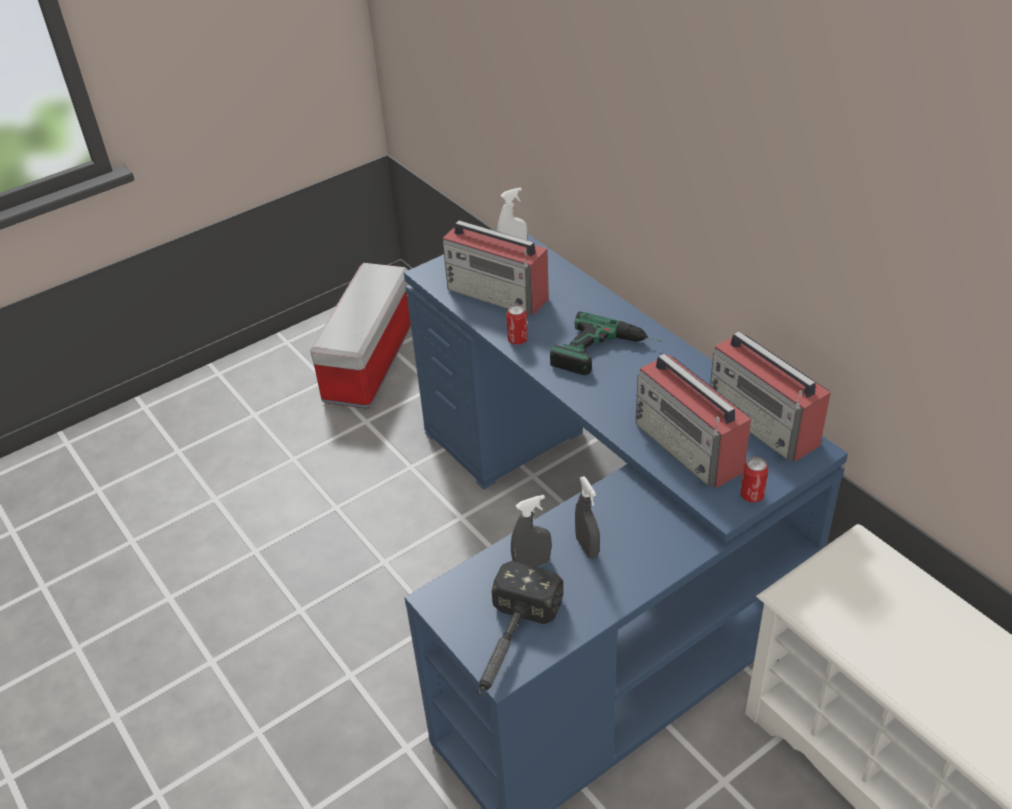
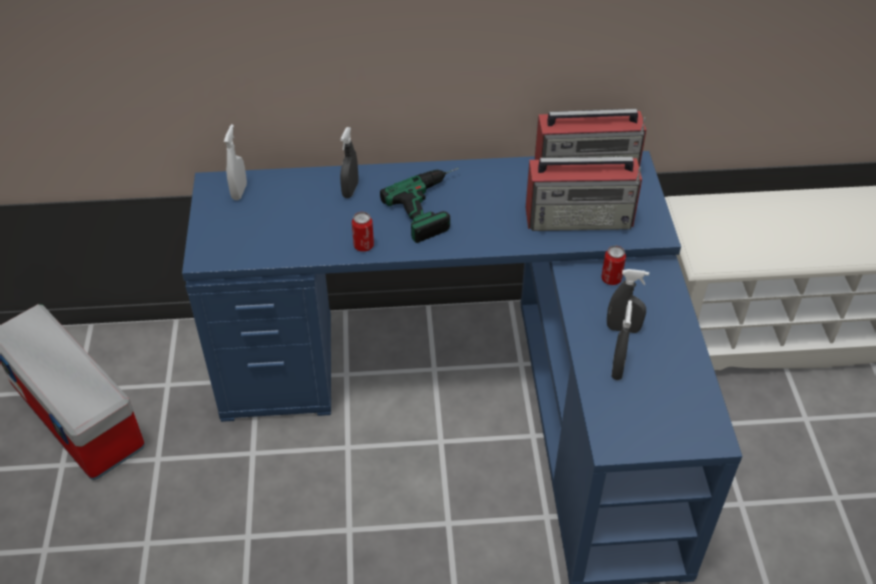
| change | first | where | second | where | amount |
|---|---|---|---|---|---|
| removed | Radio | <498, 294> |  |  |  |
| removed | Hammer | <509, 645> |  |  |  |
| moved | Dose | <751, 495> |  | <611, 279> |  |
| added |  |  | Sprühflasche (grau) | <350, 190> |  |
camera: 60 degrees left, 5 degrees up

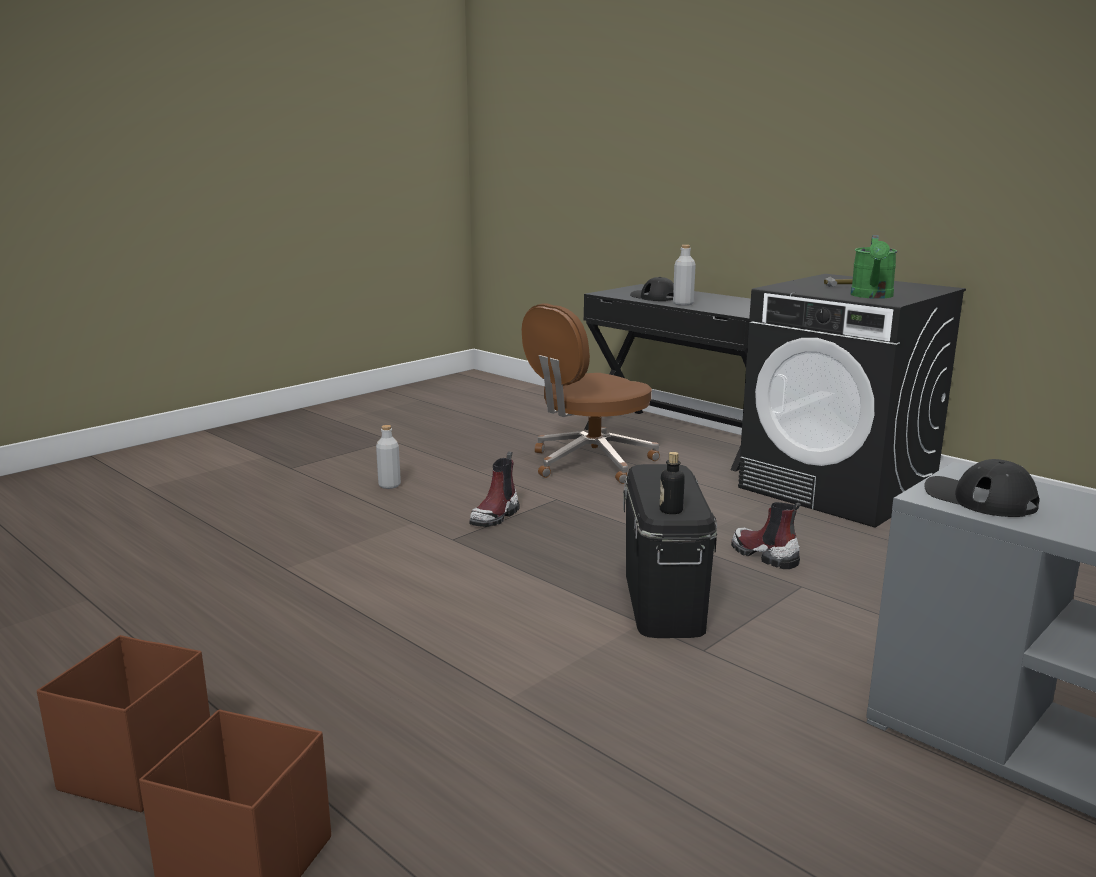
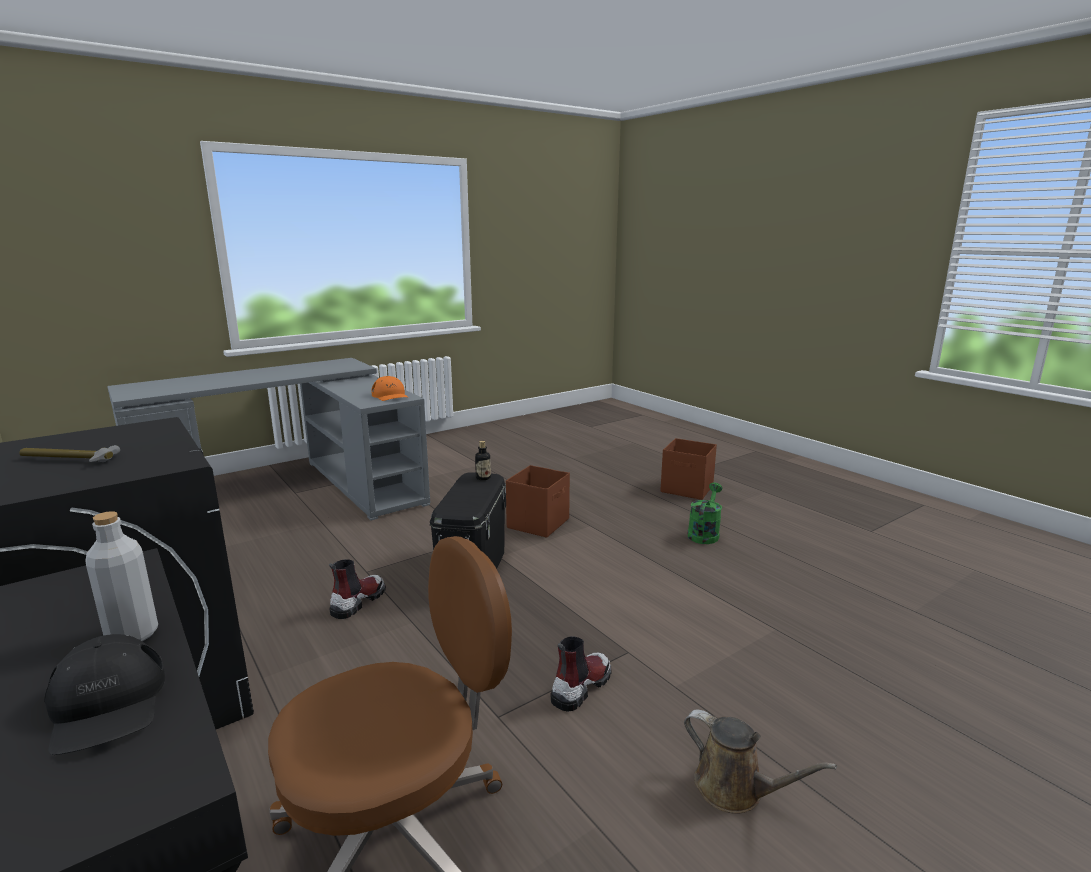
| change | first | where | second | where | amount |
|---|---|---|---|---|---|
| moved | Aufbewahrungsbox (braun) | <135, 769> |  | <539, 523> |  |
| replaced | Flasche (grau) | <389, 485> | Gießkanne (braun) | <735, 789> |  |
| turned | Stiefel | <764, 555> |  | <358, 602> | 120 degrees counterclockwise |
| moved | Gießkanne (grün) | <872, 296> |  | <704, 533> |  |
| recoloured | Kappe (schwarz) | <979, 498> | Kappe (orange) | <390, 396> |  |
camera: 170 degrees left, 0 degrees up

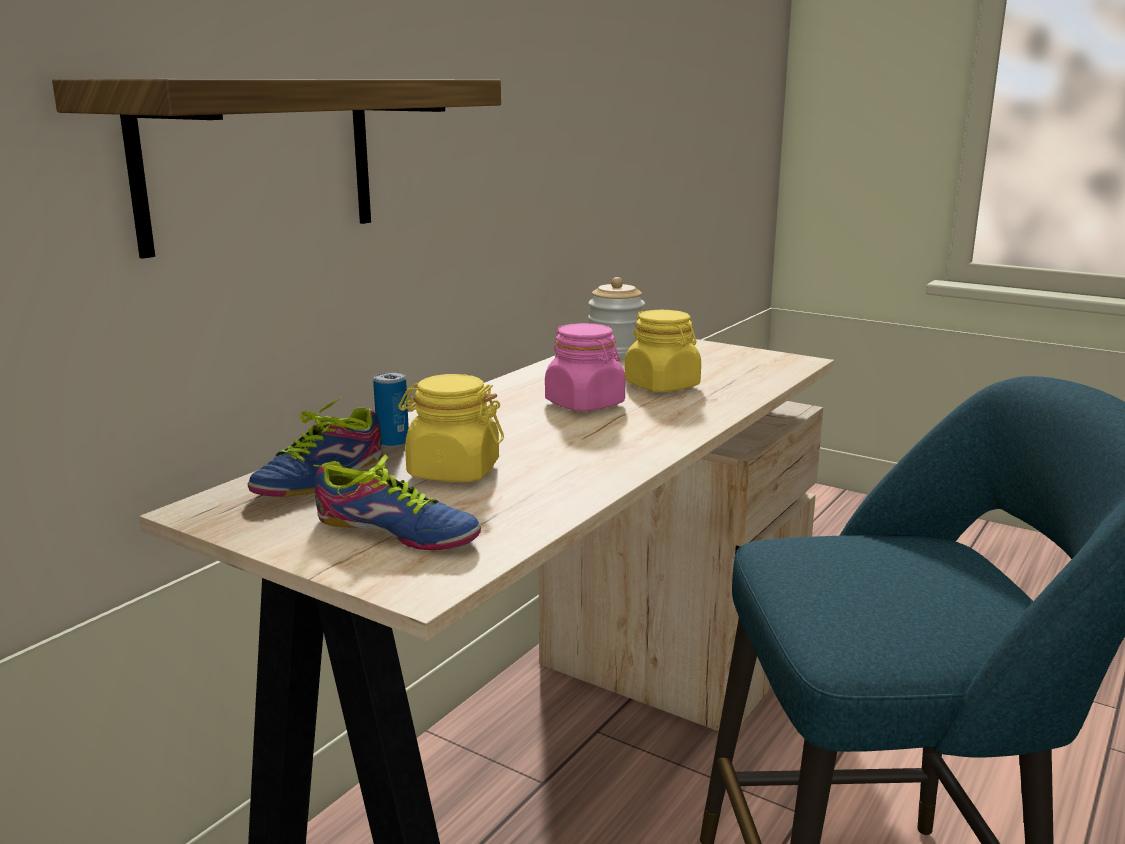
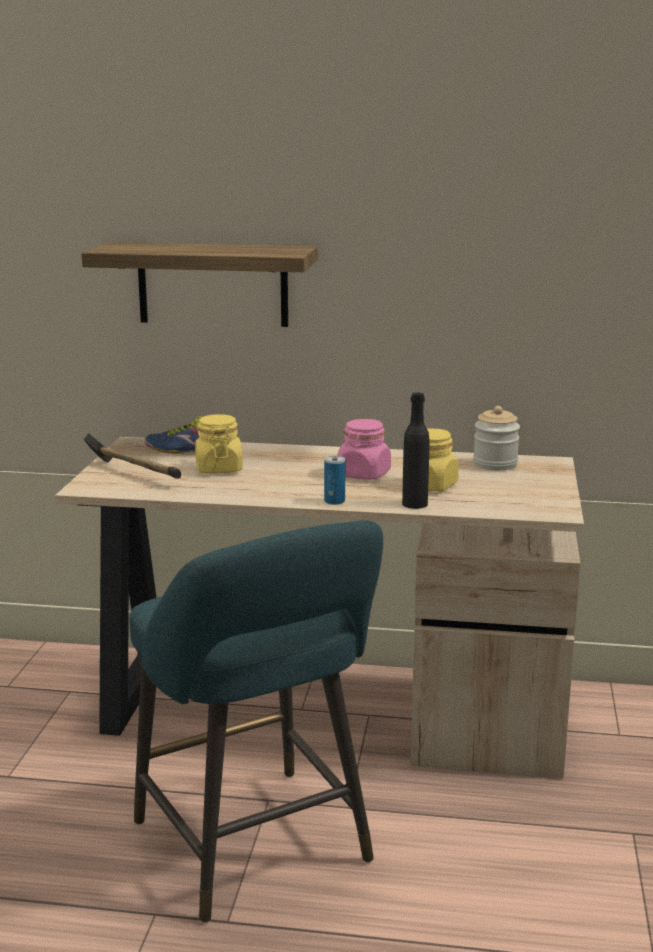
| change | first | where | second | where | amount |
|---|---|---|---|---|---|
| replaced | Schuh | <394, 534> | Hammer | <133, 474> |  |
| moved | Dose | <393, 442> |  | <334, 501> |  |
| added |  |  | Flasche (schwarz) | <414, 504> |  |
camera: 65 degrees right, 0 degrees up

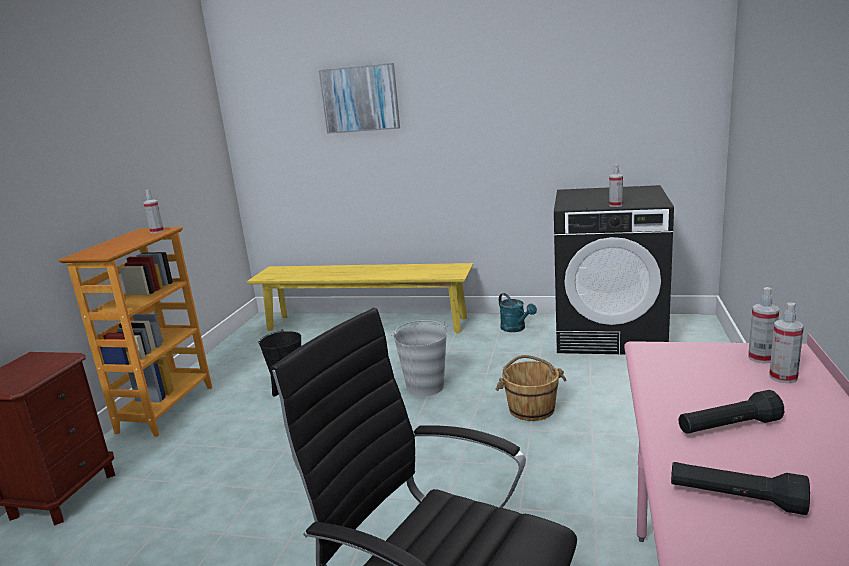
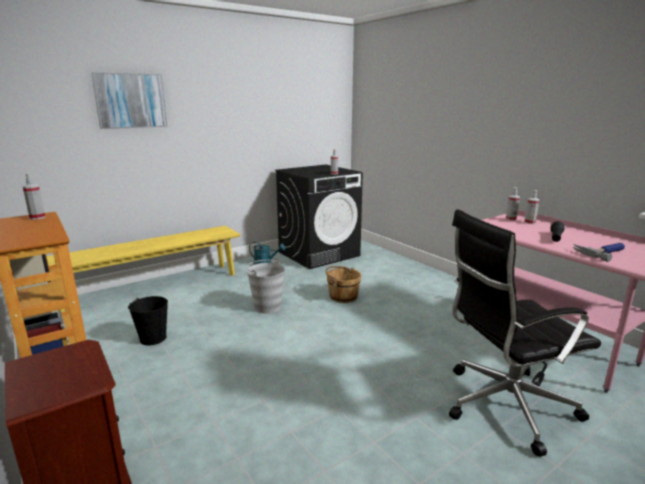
| change | first | where | second | where | amount |
|---|---|---|---|---|---|
| replaced | Taschenlampe (schwarz) | <735, 499> | Hammer | <602, 252> |  |
camera: 50 degrees left, 0 degrees up

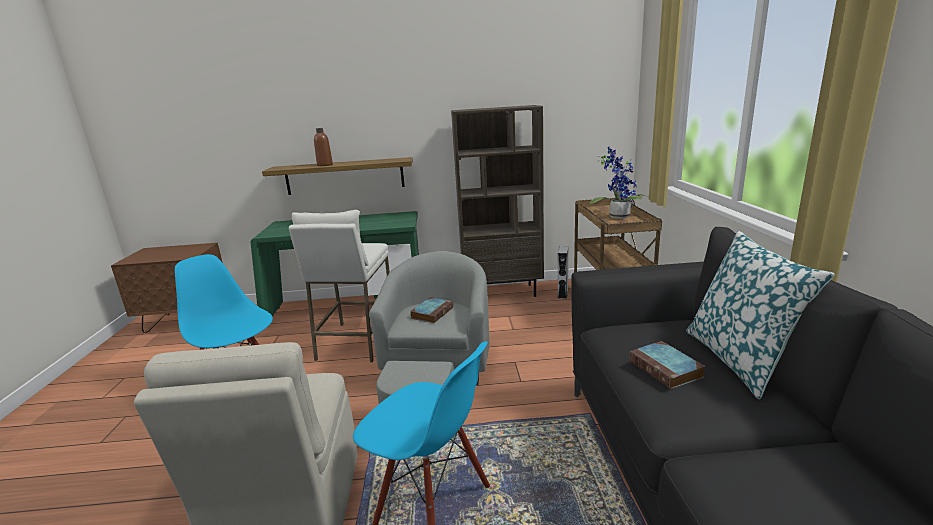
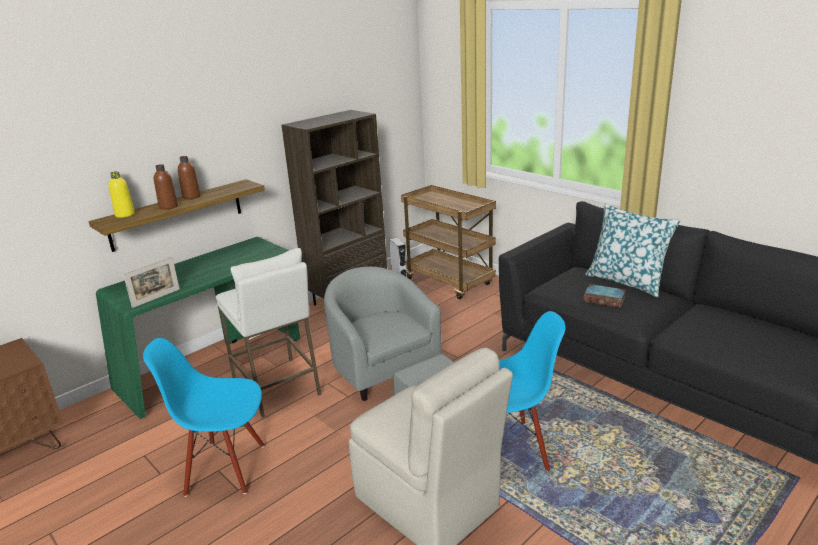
| change | first | where | second | where | amount |
|---|---|---|---|---|---|
| removed | Buch | <432, 312> |  |  |  |
| removed | Topfpflanze | <617, 216> |  |  |  |
| added |  |  | Flasche (gelb) | <125, 214> |  |
| added |  |  | Bilderrahmen | <156, 298> |  |
| added |  |  | Flasche (braun) | <191, 197> |  |
camera: 40 degrees left, 5 degrees up

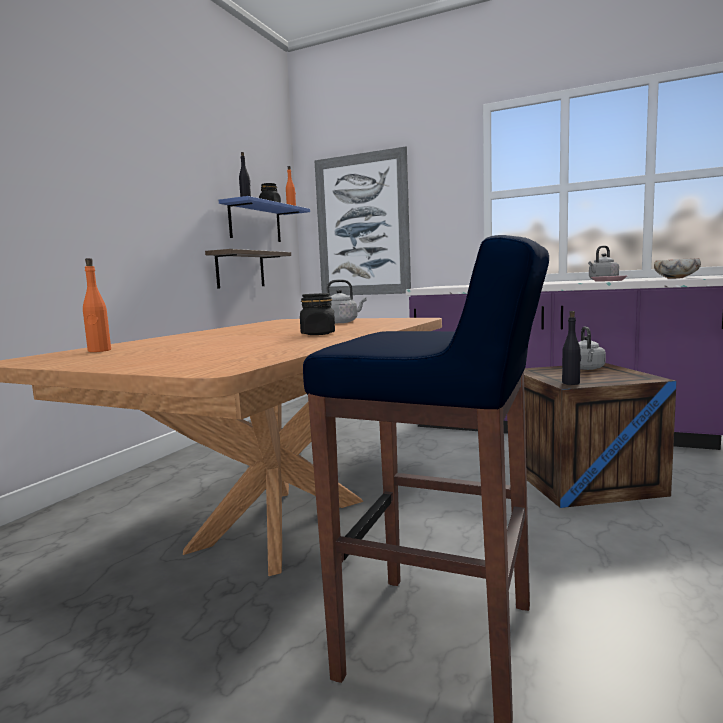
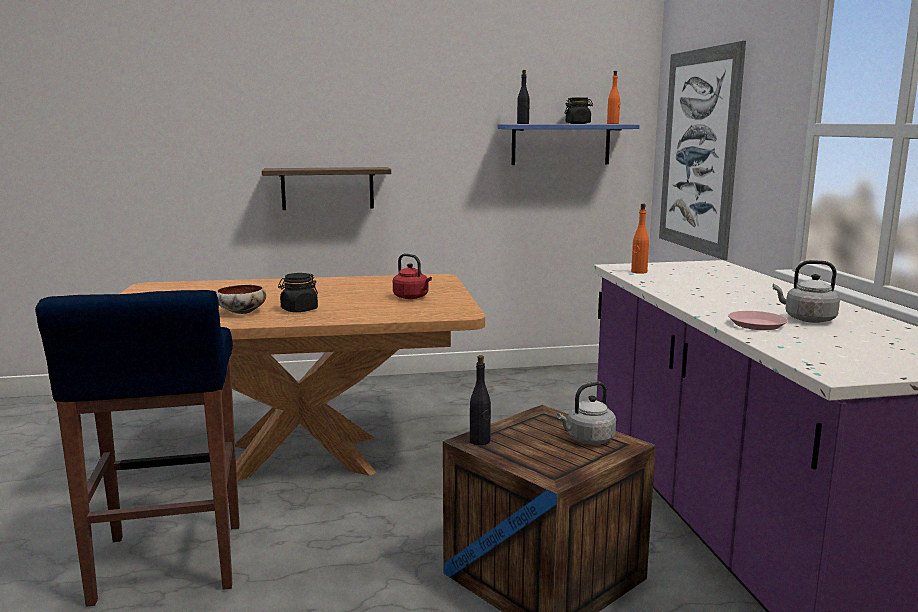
| change | first | where | second | where | amount |
|---|---|---|---|---|---|
| moved | Flasche (orange) | <99, 351> |  | <639, 272> |  |
| moved | Wandregal | <240, 269> |  | <327, 188> |  |
| recoloured | Wasserkessel (grau) | <342, 322> | Wasserkessel (rot) | <412, 297> |  |
| moved | Schüssel | <677, 278> |  | <242, 312> |  |
camera: 55 degrees right, 5 degrees up

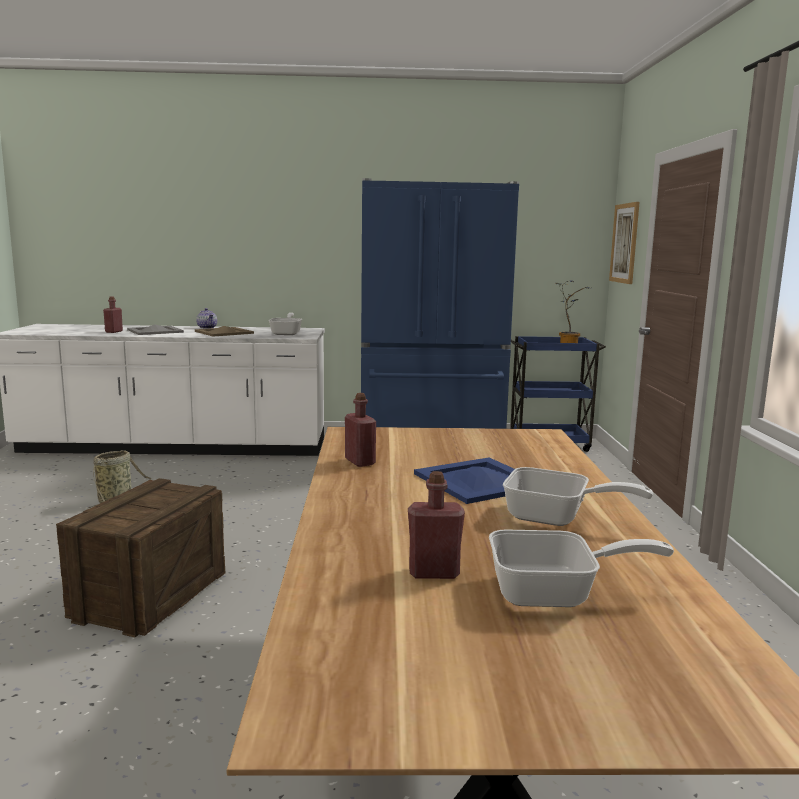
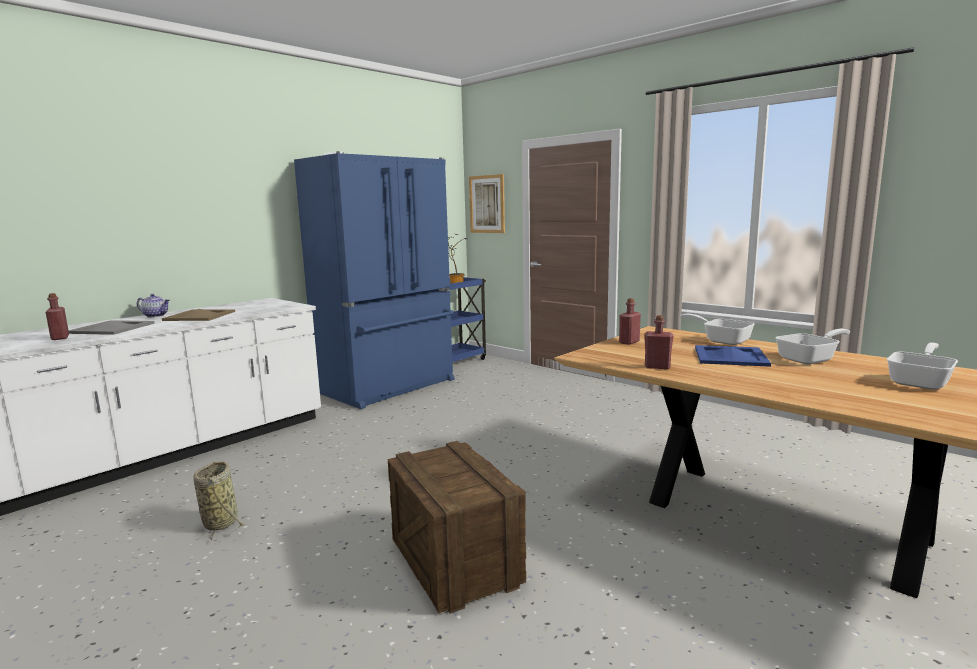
| change | first | where | second | where | amount |
|---|---|---|---|---|---|
| moved | Pfanne | <287, 333> |  | <721, 340> |  |
| moved | Flasche (rot) | <434, 573> |  | <629, 342> |  |
camera: 45 degrees left, 0 degrees up

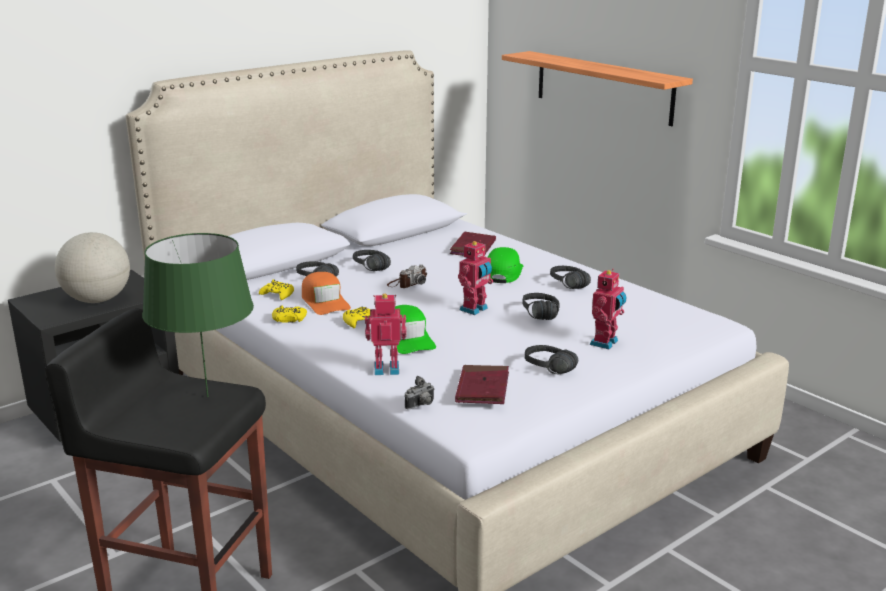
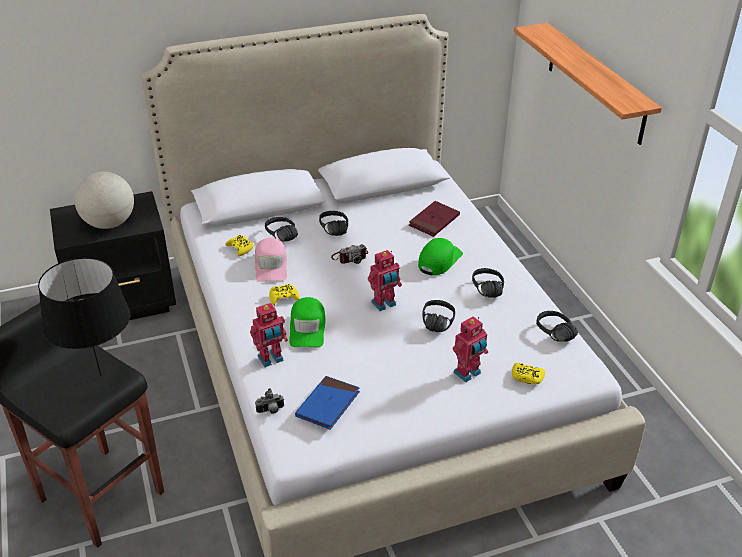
| change | first | where | second | where | amount |
|---|---|---|---|---|---|
| recoloured | Tischlampe (grün) | <208, 397> | Tischlampe (schwarz) | <101, 376> |  |
| moved | Gamepad (gelb) | <289, 319> |  | <527, 377> |  |
| recoloured | Kappe (orange) | <324, 301> | Kappe (rosa) | <271, 265> |  |
| turned | Spielzeugroboter | <386, 368> |  | <271, 359> | 135 degrees clockwise |
| recoloured | Buch (rot) | <482, 388> | Buch (blau) | <328, 405> |  |
| moved | Kopfhörer (schwarz) | <546, 371> |  | <551, 335> |  |
camera: 20 degrees right, 15 degrees up

